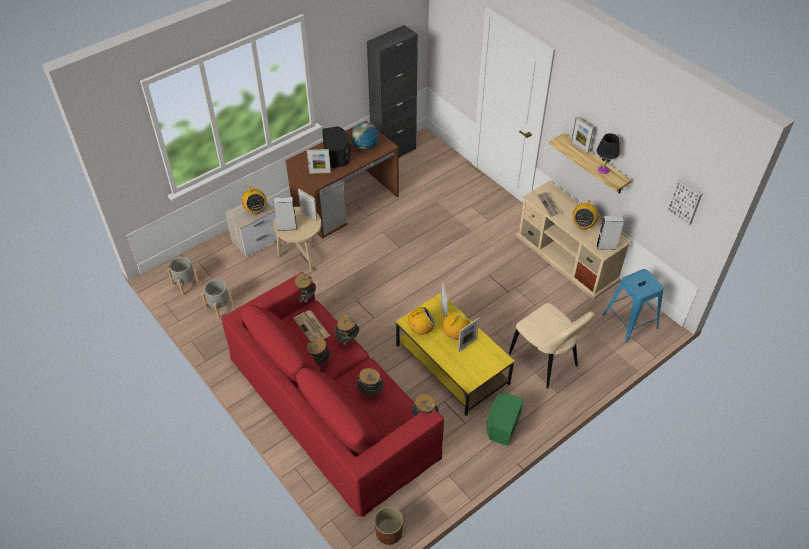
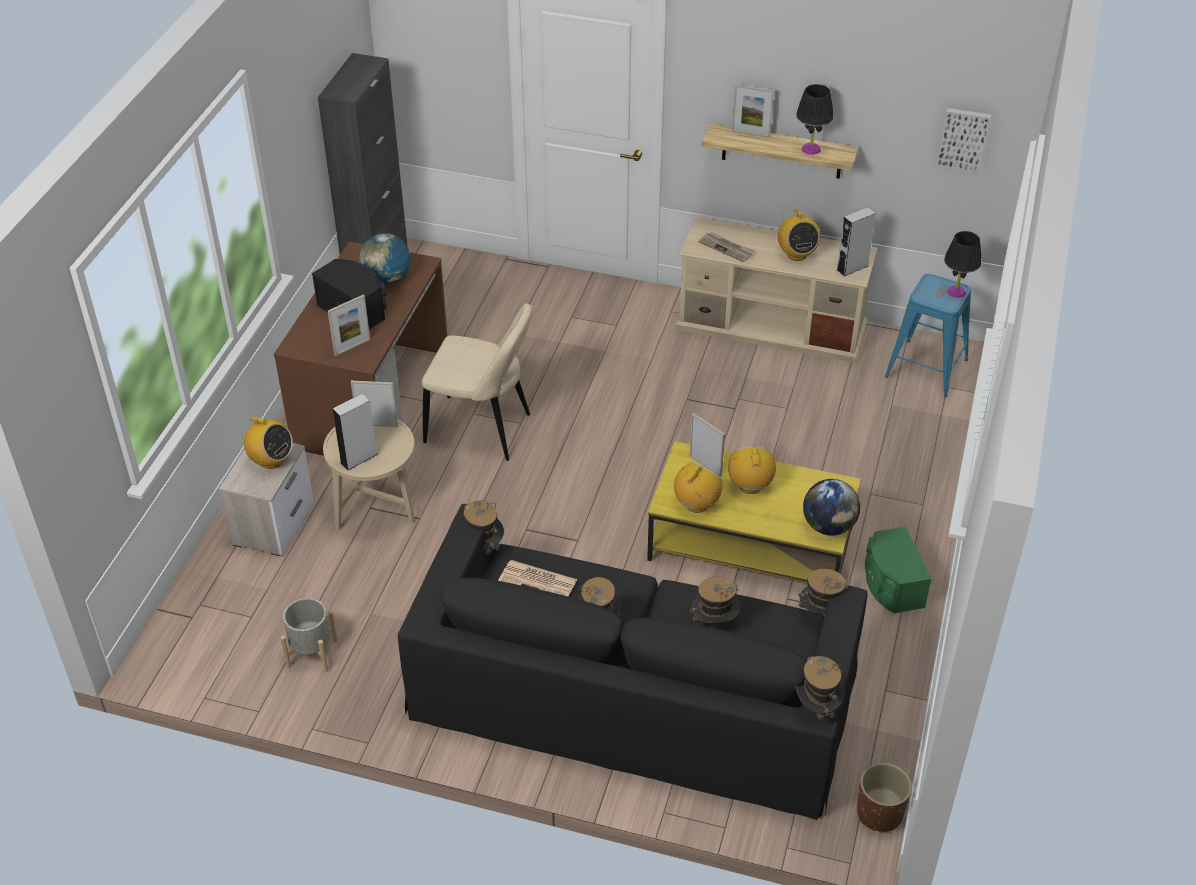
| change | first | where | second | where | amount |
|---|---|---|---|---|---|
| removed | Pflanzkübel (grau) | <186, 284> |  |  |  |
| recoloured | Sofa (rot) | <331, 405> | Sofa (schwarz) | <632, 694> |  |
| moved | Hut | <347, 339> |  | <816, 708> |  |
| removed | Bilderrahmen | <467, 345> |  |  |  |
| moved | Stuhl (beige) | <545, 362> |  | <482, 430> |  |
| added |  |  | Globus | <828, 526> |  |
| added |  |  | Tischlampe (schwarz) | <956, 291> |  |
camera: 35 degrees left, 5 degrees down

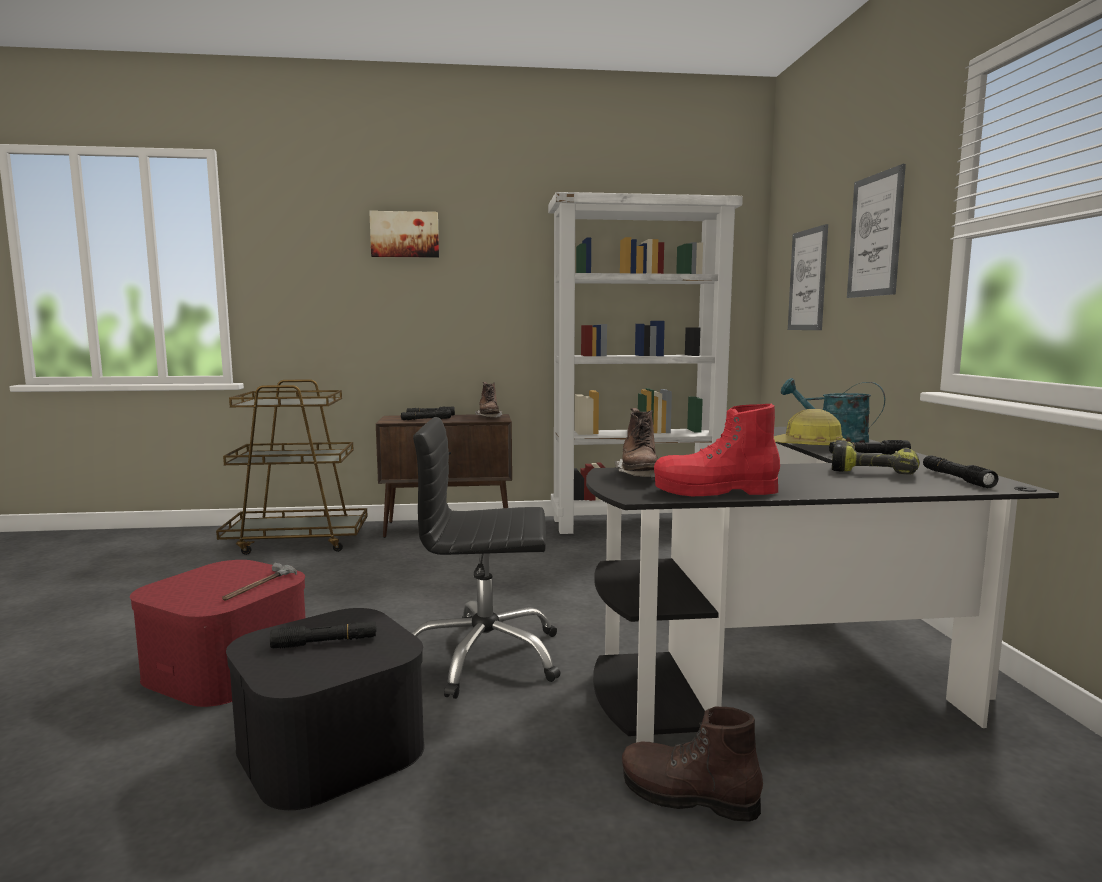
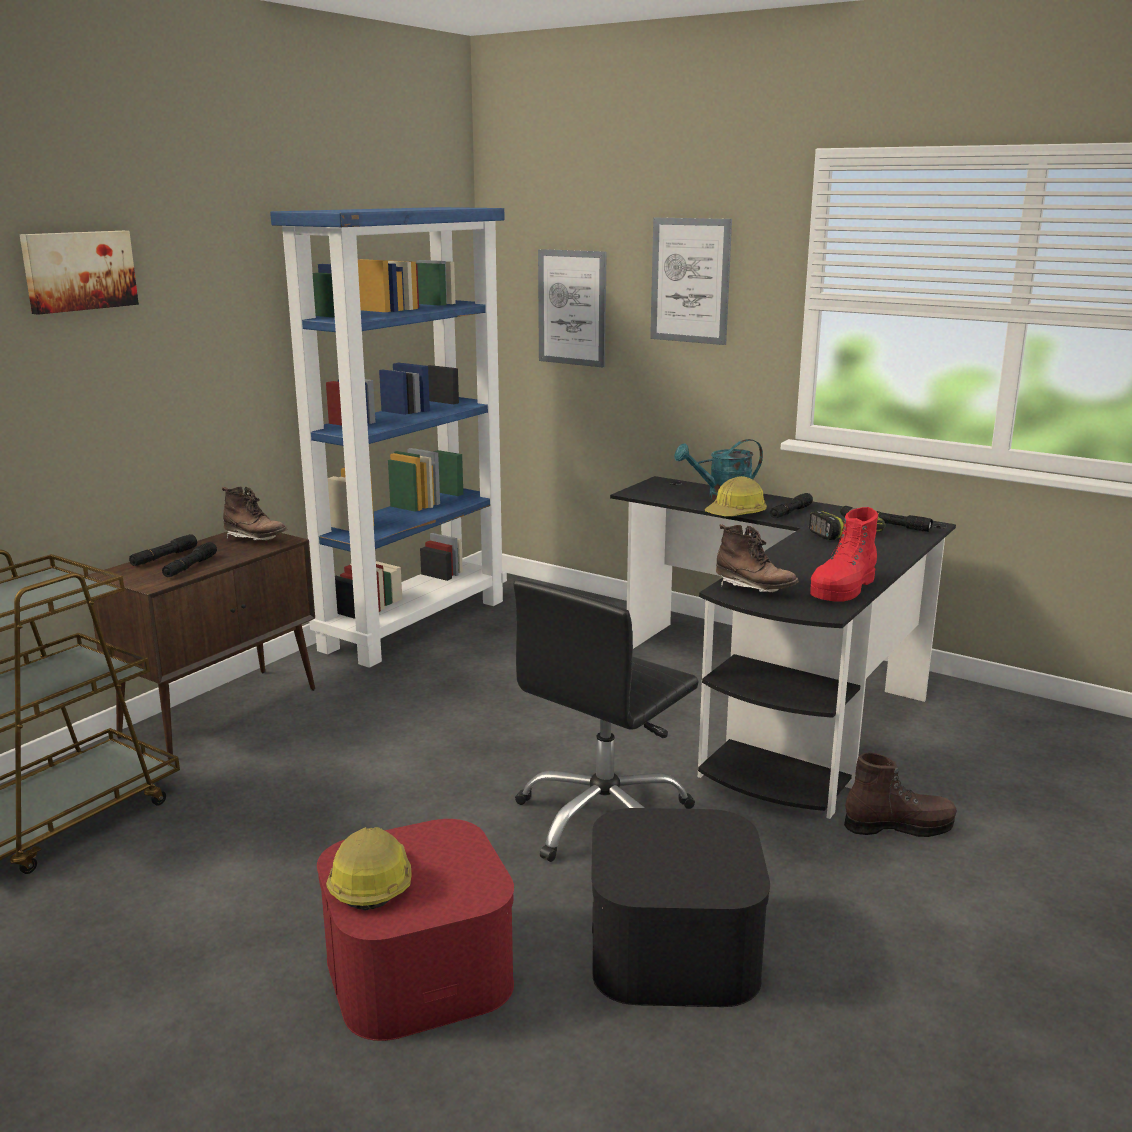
| change | first | where | second | where | amount |
|---|---|---|---|---|---|
| removed | Hammer | <259, 586> |  |  |  |
| removed | Taschenlampe (schwarz) | <325, 643> |  |  |  |
| recoloured | Bücherregal (weiß) | <636, 523> | Bücherregal (blau) | <414, 624> |  |
| turned | Stiefel (braun) | <688, 796> |  | <898, 826> | 150 degrees counterclockwise |
| added |  |  | Schutzhelm | <371, 882> |  |
camera: 50 degrees left, 10 degrees up

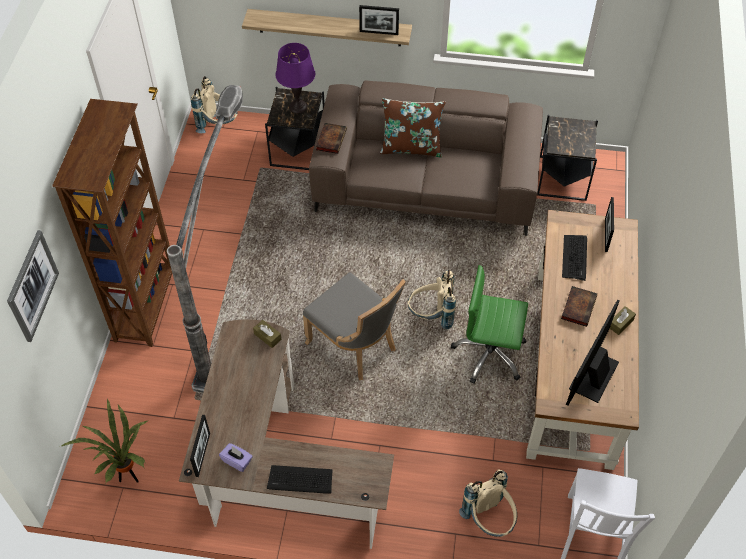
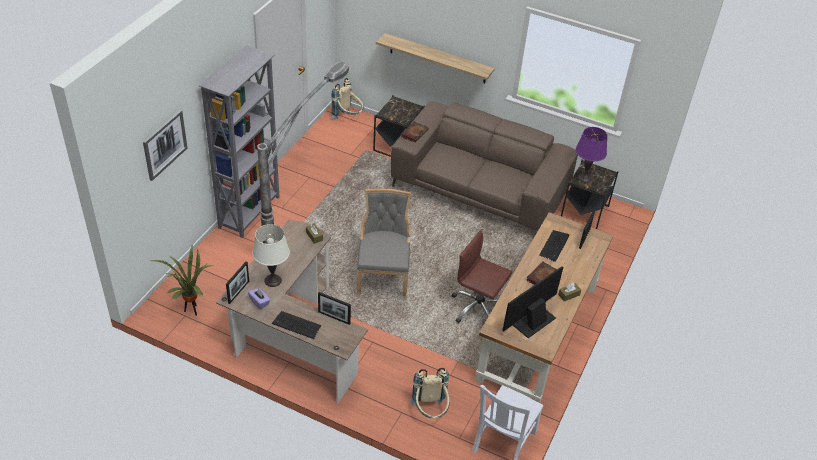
| change | first | where | second | where | amount |
|---|---|---|---|---|---|
| recoloured | Bücherregal (braun) | <147, 305> | Bücherregal (grau) | <250, 212> |  |
| moved | Tischlampe (lila) | <298, 107> |  | <584, 178> |  |
| turned | Stuhl (grau) | <355, 346> |  | <383, 276> | 150 degrees counterclockwise |
| moved | Bilderrahmen | <379, 32> |  | <334, 317> |  |
| removed | Kissen (braun) | <411, 147> |  |  |  |
| removed | Rucksack (beige) | <431, 316> |  |  |  |
| recoloured | Bürostuhl (grün) | <489, 354> | Bürostuhl (braun) | <478, 308> |  |
| added |  |  | Tischlampe (weiß) | <273, 280> |  |
camera: 15 degrees right, 10 degrees down

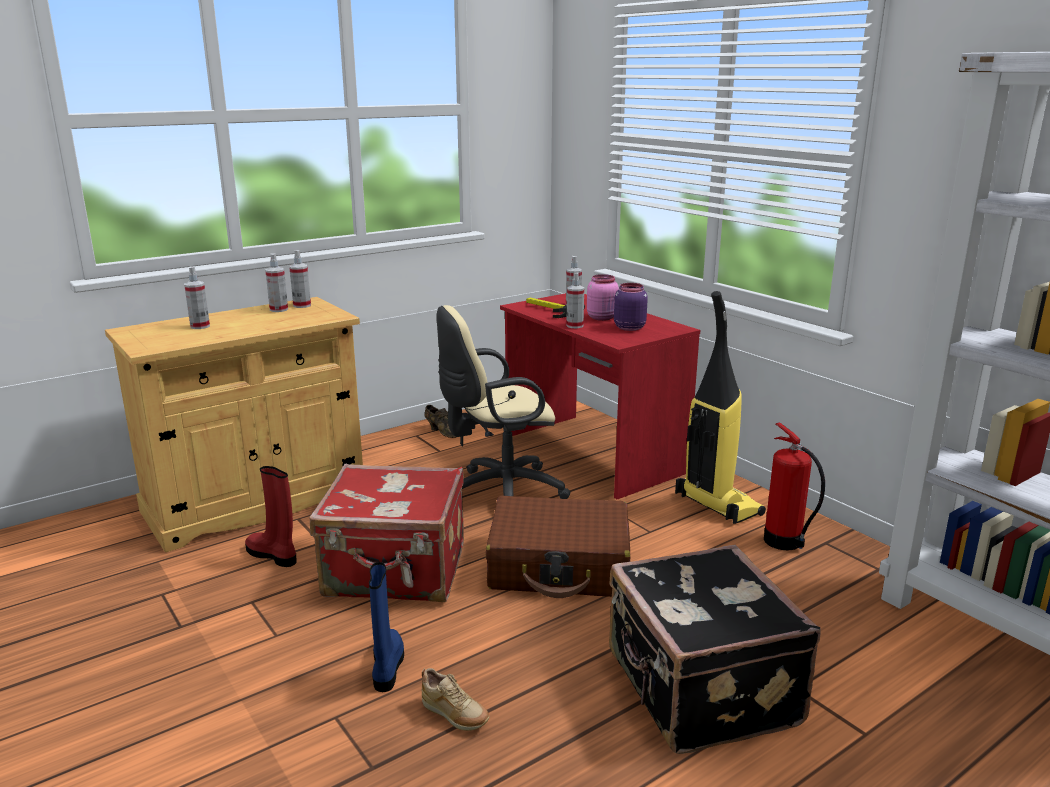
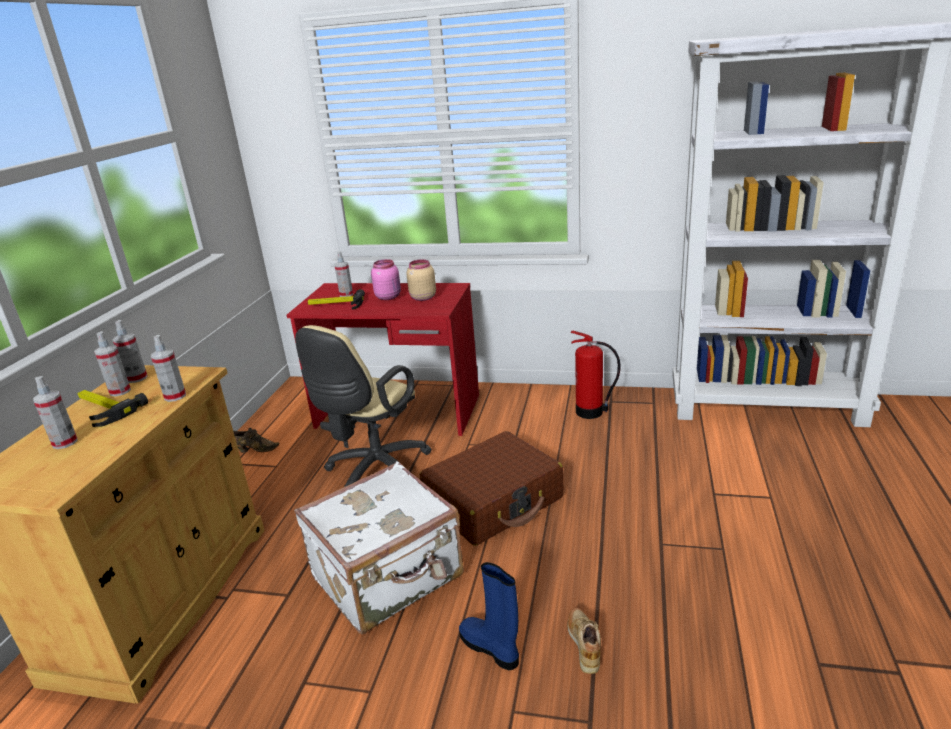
| change | first | where | second | where | amount |
|---|---|---|---|---|---|
| removed | Stiefel (rot) | <273, 555> |  |  |  |
| recoloured | Koffer (rot) | <396, 572> | Koffer (weiß) | <389, 578> |  |
| turned | Schuh (beige) | <454, 716> |  | <584, 645> | 90 degrees counterclockwise |
| moved | Sprühflasche | <574, 326> |  | <175, 396> |  |
| removed | Koffer (schwarz) | <699, 690> |  |  |  |
| recoloured | Vorratsglas (lila) | <628, 327> | Vorratsglas (beige) | <422, 297> |  |
| removed | Staubsauger | <716, 505> |  |  |  |
| added |  |  | Hammer | <102, 409> |  |
camera: 40 degrees left, 5 degrees up

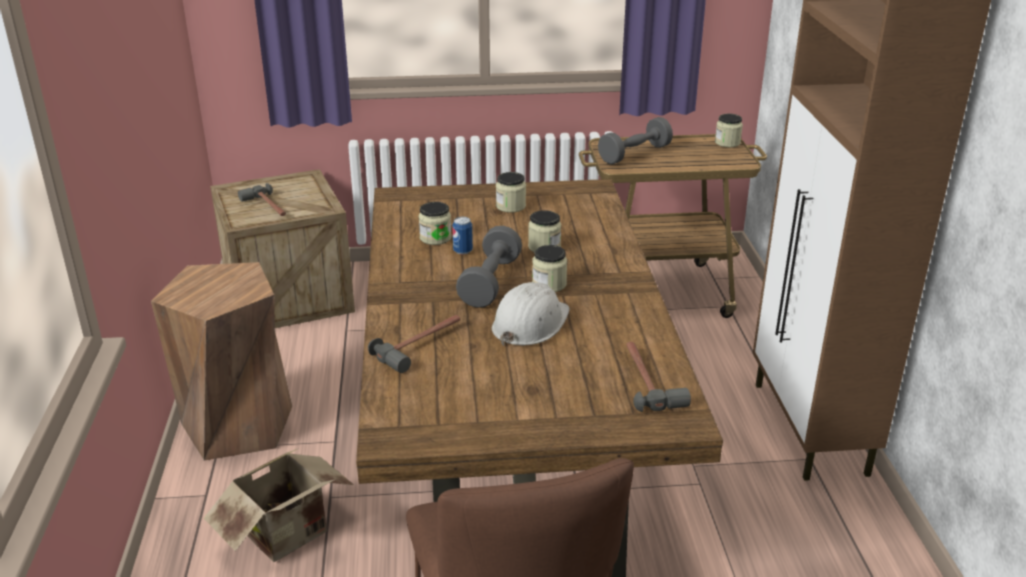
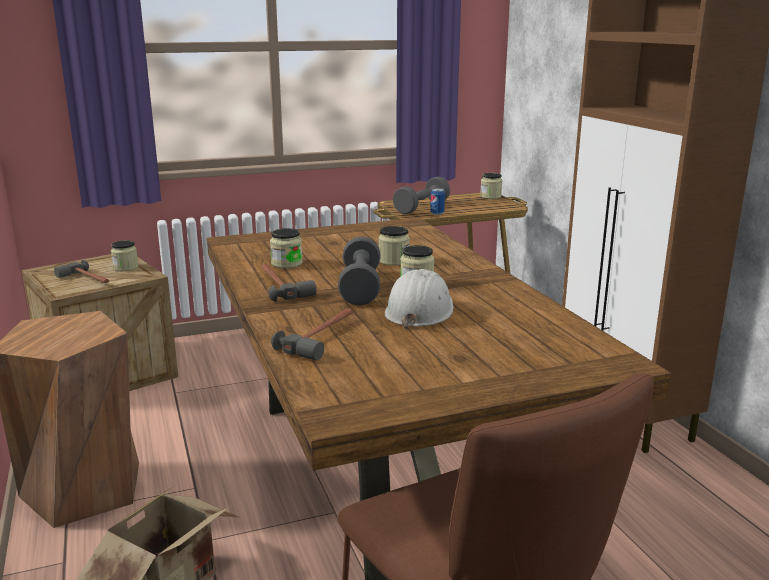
| change | first | where | second | where | amount |
|---|---|---|---|---|---|
| moved | Dose | <463, 251> |  | <437, 213> |  |
| moved | Vorratsglas | <510, 206> |  | <125, 267> |  |
| moved | Hammer | <647, 381> |  | <280, 286> |  |
camera: 15 degrees left, 10 degrees down

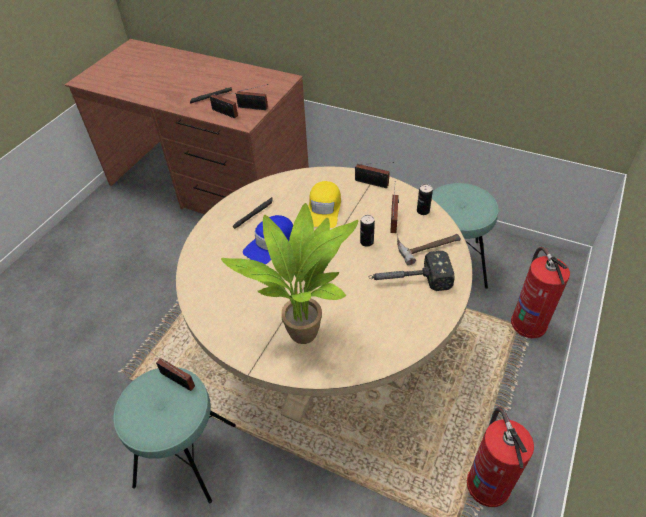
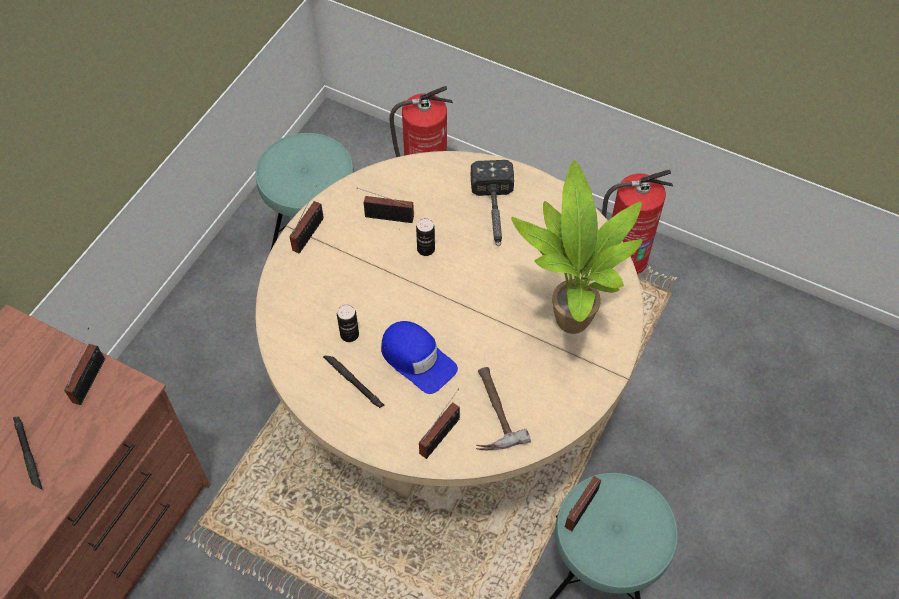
| change | first | where | second | where | amount |
|---|---|---|---|---|---|
| moved | Radio | <226, 113> |  | <442, 434> |  |
| removed | Kappe (gelb) | <324, 209> |  |  |  |
| moved | Hammer | <426, 244> |  | <489, 412> |  |
| moved | Dose | <423, 211> |  | <349, 334> |  |
camera: 90 degrees left, 10 degrees up

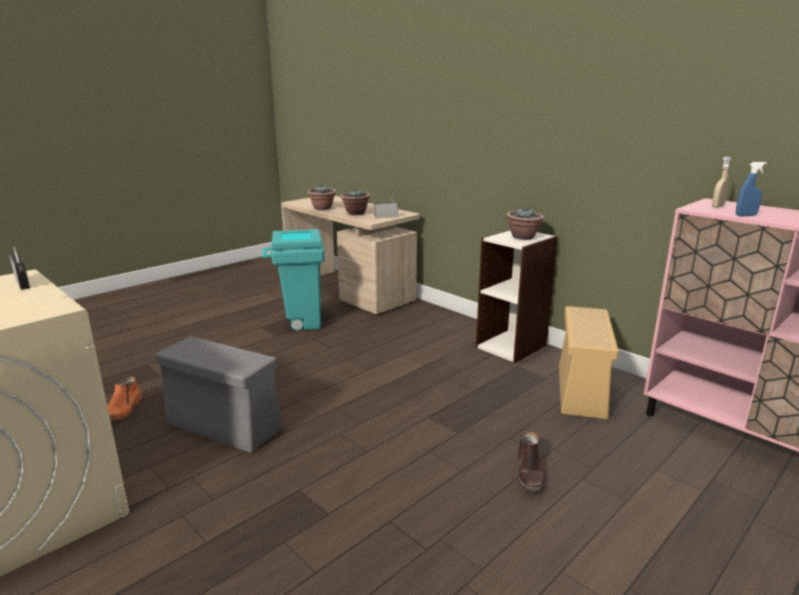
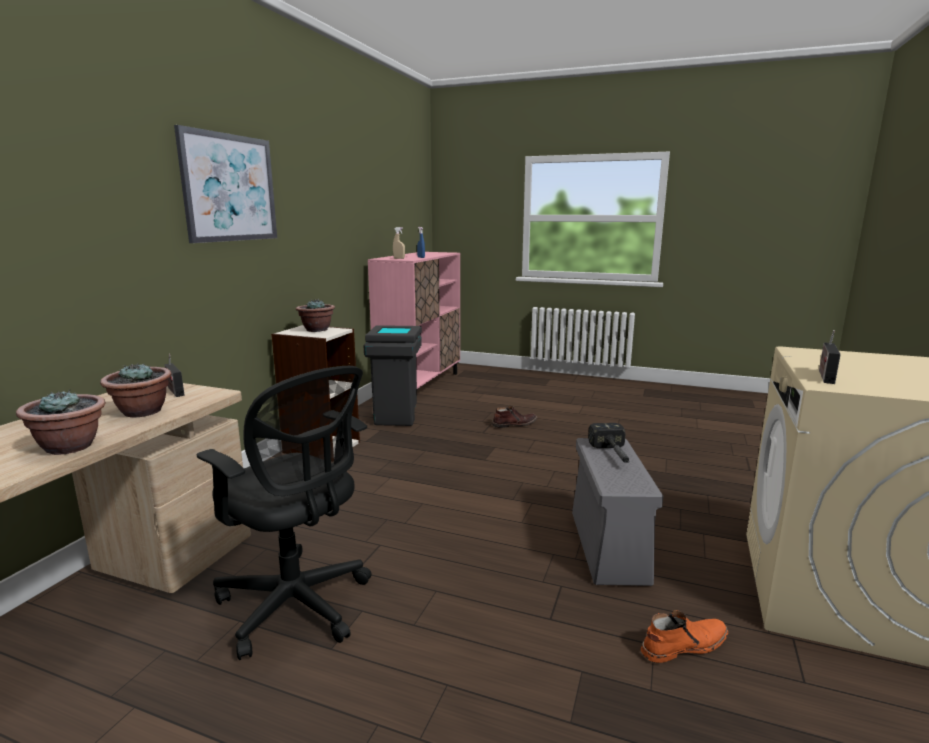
| change | first | where | second | where | amount |
|---|---|---|---|---|---|
| replaced | Mülleimer (türkis) | <299, 323> | Bürostuhl (schwarz) | <298, 606> |  |
| replaced | Aufbewahrungsbox (beige) | <581, 391> | Mülleimer (grau) | <396, 419> |  |
| added |  |  | Bild | <230, 188> |  |
| added |  |  | Hammer | <614, 455> |  |
camera: 115 degrees left, 5 degrees down

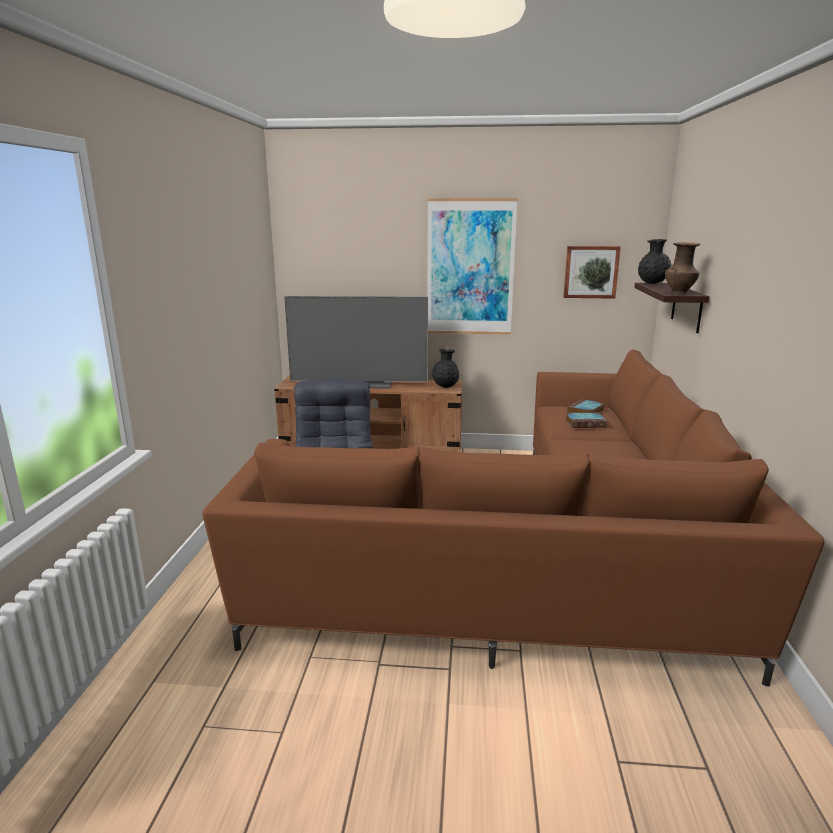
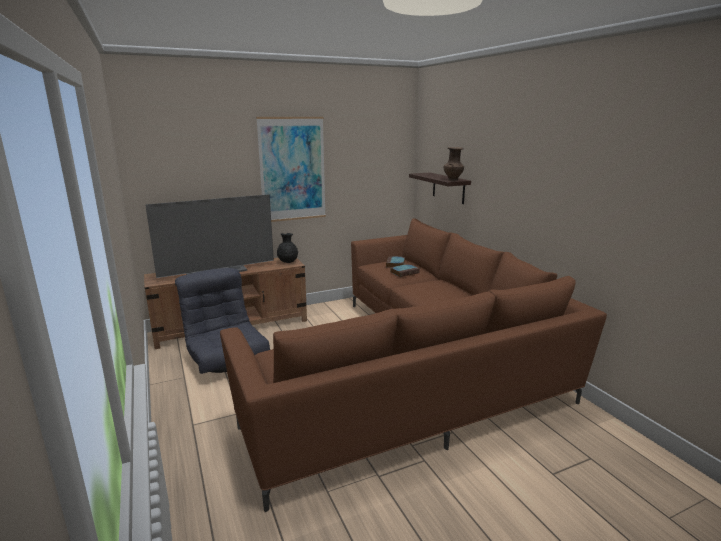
| change | first | where | second | where | amount |
|---|---|---|---|---|---|
| removed | Bild | <591, 272> |  |  |  |
| removed | Vase (schwarz) | <652, 284> |  |  |  |
camera: 30 degrees left, 0 degrees up

